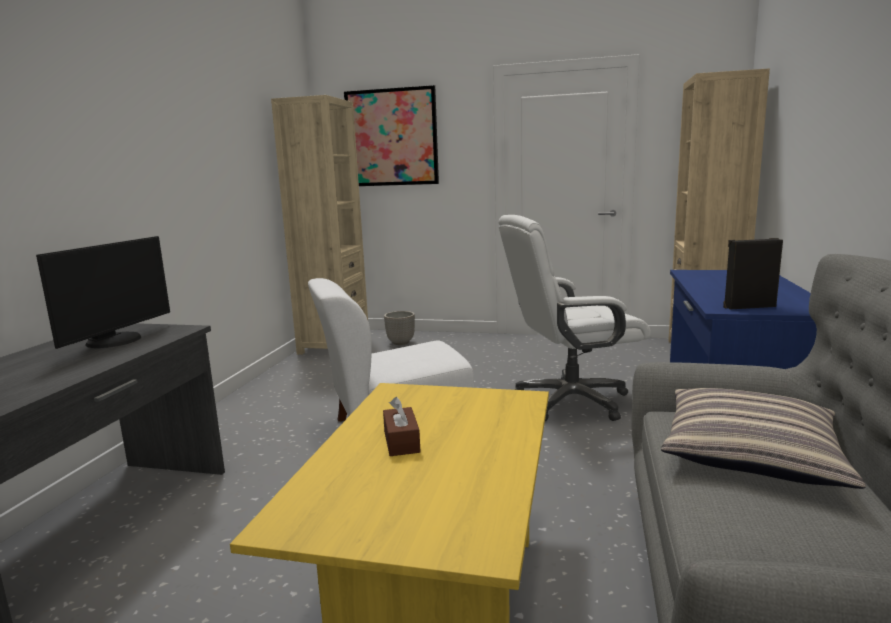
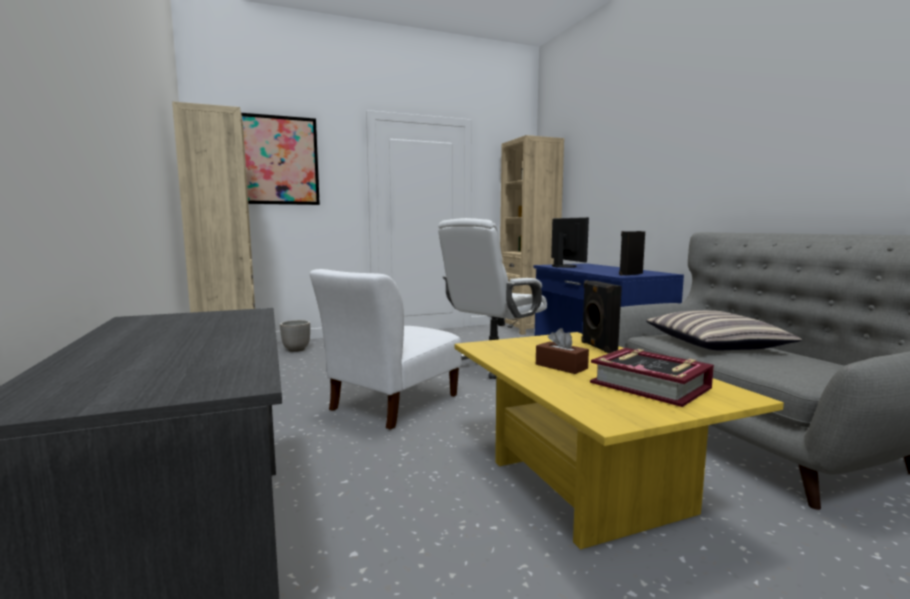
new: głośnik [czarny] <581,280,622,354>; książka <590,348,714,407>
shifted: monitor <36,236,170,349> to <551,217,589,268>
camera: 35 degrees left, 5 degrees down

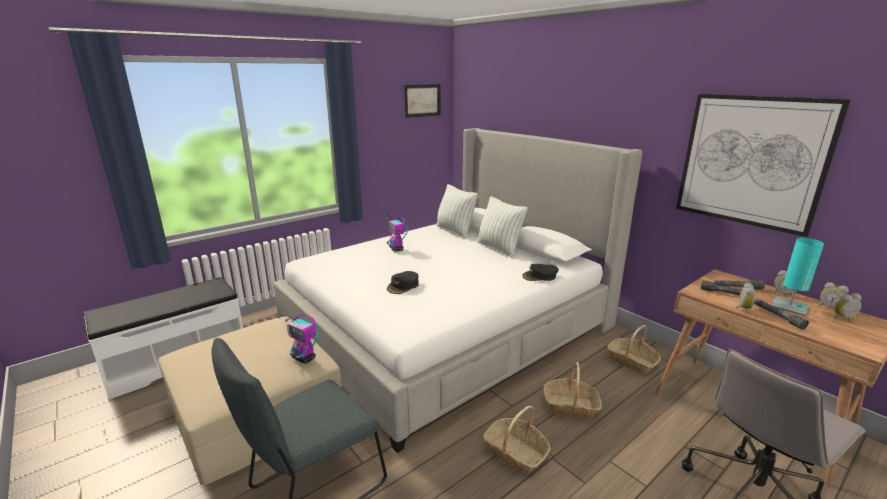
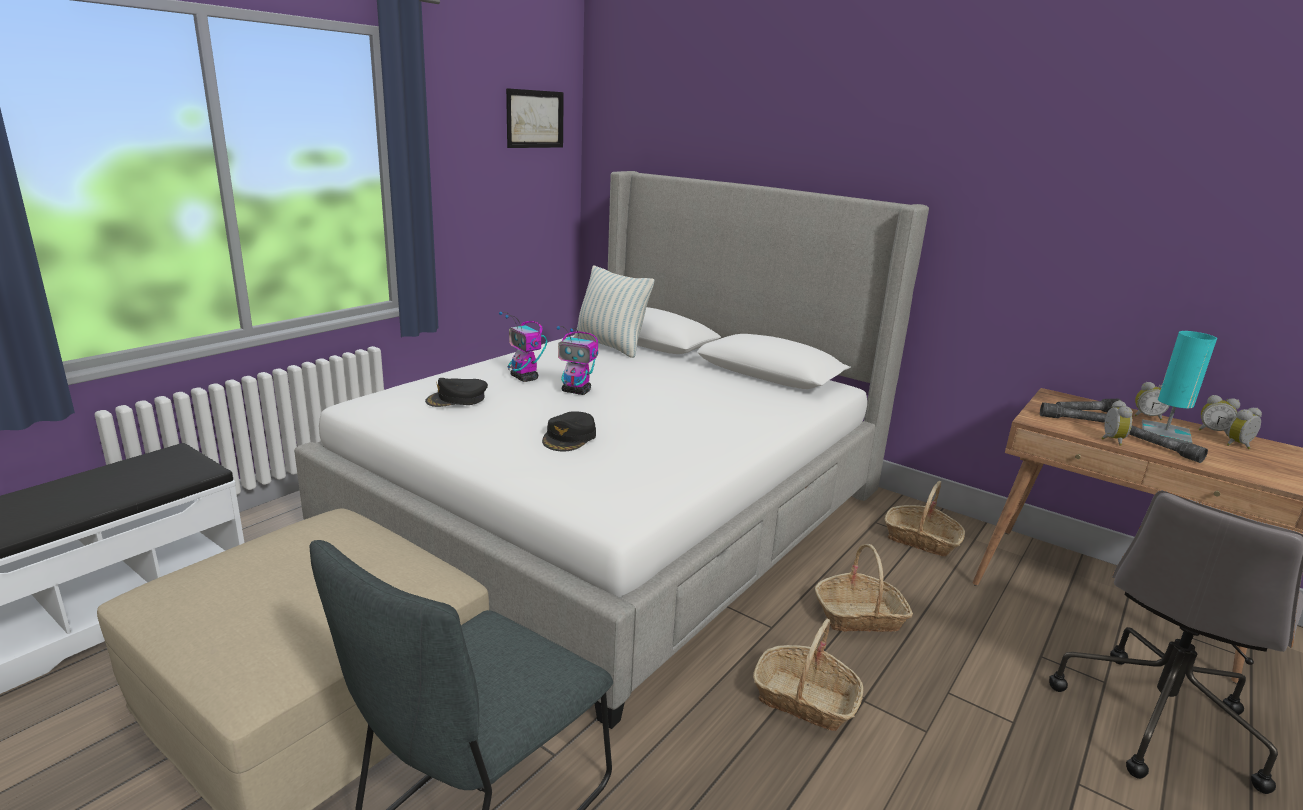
gone: poduszka <477,196,528,258>; obraz <676,94,851,237>
shifted: robot zabawkowy <278,315,319,364> to <557,326,598,395>; czapka z daszkiem [czarny] <522,264,559,281> to <425,378,488,407>
camera: 15 degrees left, 0 degrees up

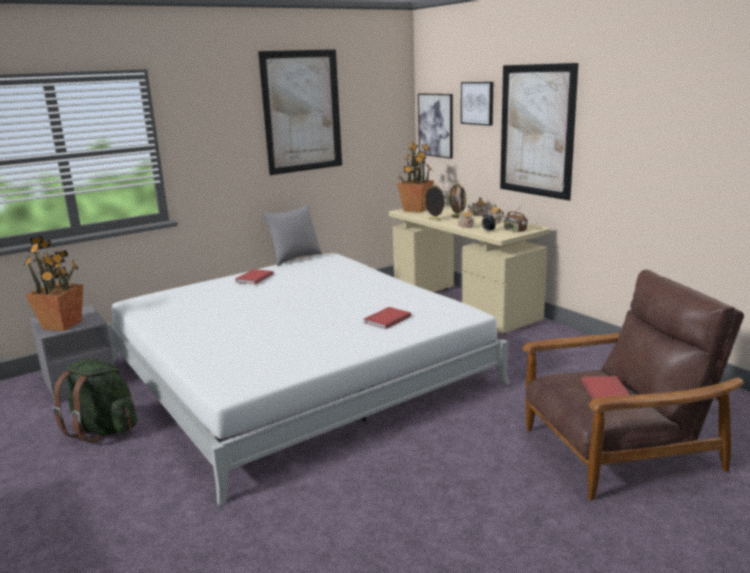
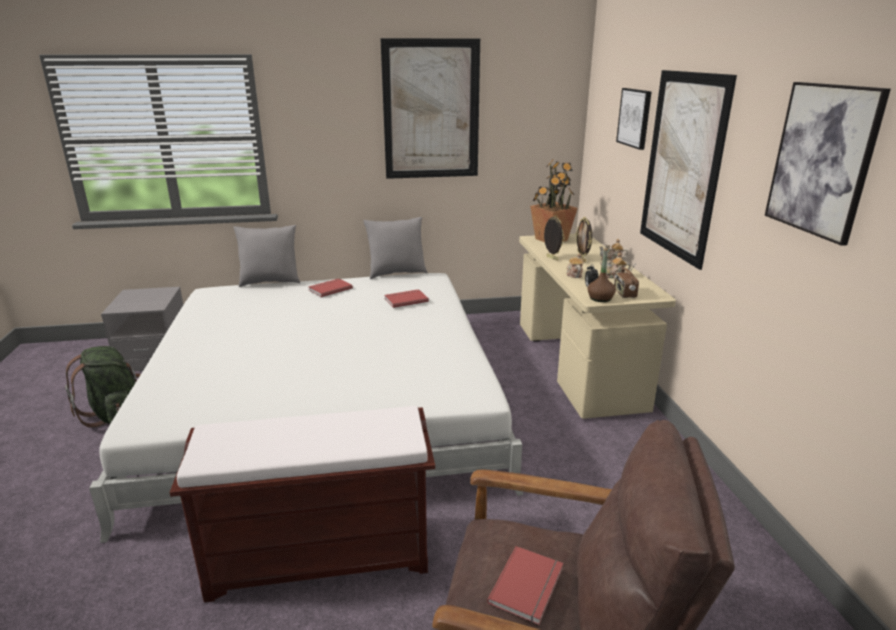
gone: roślina doniczkowa <24,236,83,331>
new: ławka [brązowy] <169,406,435,603>; poduszka [szary] <233,225,300,287>; butelka [brązowy] <588,248,616,302>
shifted: książka [czerwony] <364,307,411,329> to <384,289,429,308>; obraz <418,94,453,159> to <765,82,891,246>
camera: 25 degrees right, 5 degrees up

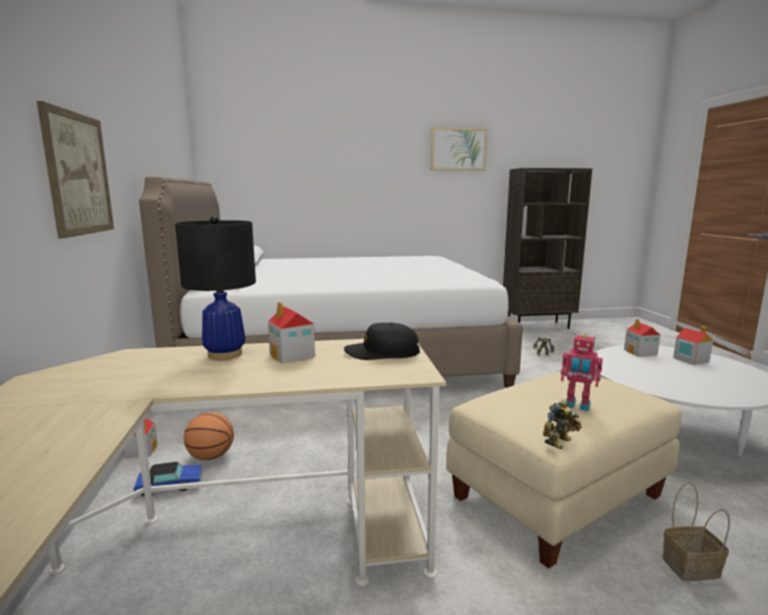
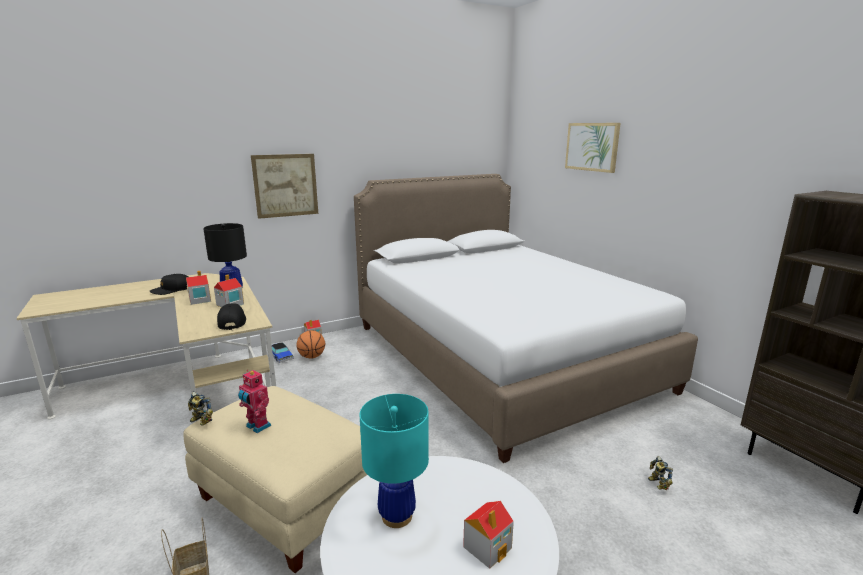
new: czapka z daszkiem [czarny] <150,274,188,295>; lampa stołowa [turkusowy] <359,394,429,528>
shifted: obraz <431,127,487,170> to <565,123,621,173>; domek <624,319,660,357> to <186,271,211,305>
rotated: robot zabawkowy <561,334,603,411> = <238,370,272,433> 60 degrees counterclockwise
camera: 70 degrees right, 5 degrees up

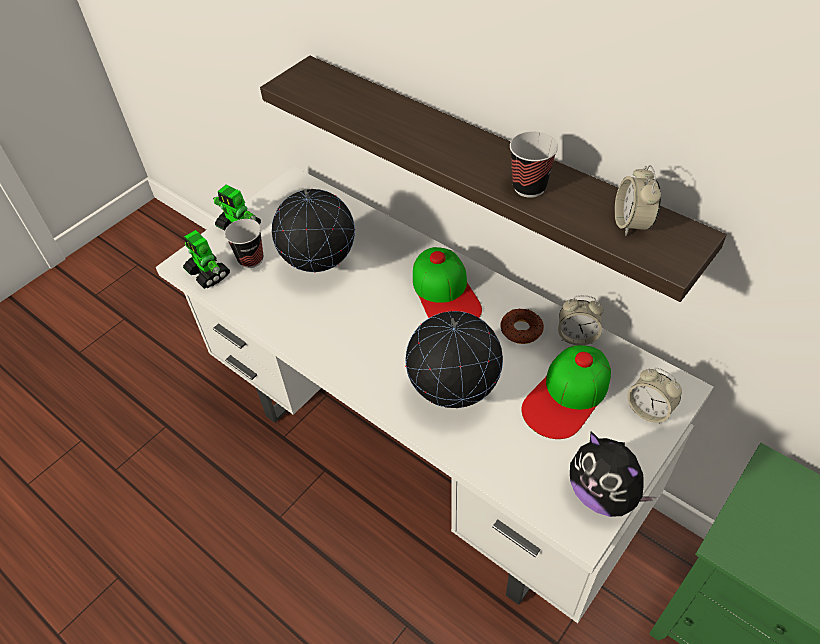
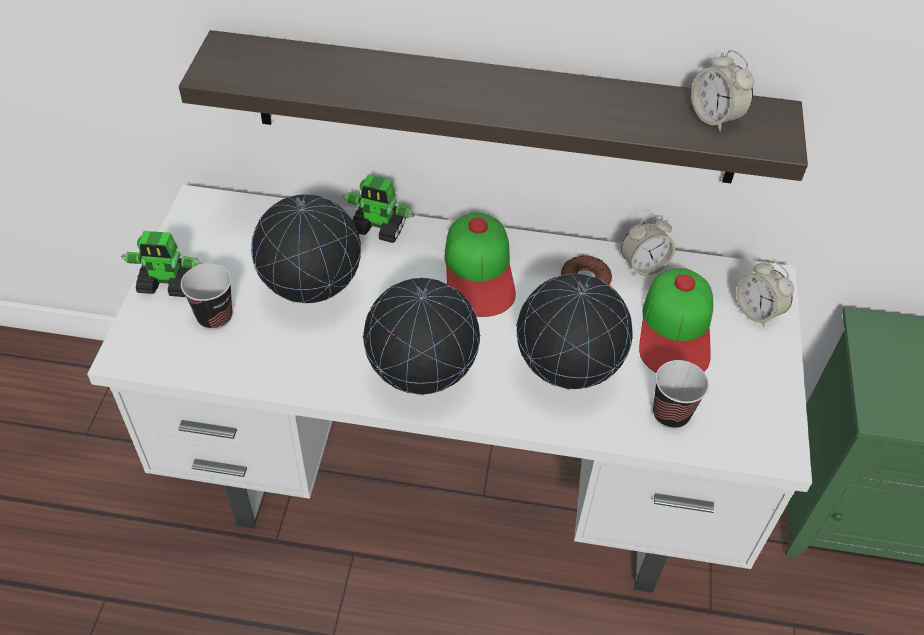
gone: pluszak <570,431,656,517>
new: globus <363,277,481,395>
shifted: robot zabawkowy <183,230,230,289> to <342,175,415,243>; filiżanka <510,131,558,198> to <653,360,709,429>
rotated: czapka z daszkiem <413,247,482,318> = <445,213,516,317> 45 degrees clockwise; budzik <627,368,682,425> = <736,260,794,327> 45 degrees clockwise
camera: 35 degrees left, 0 degrees up

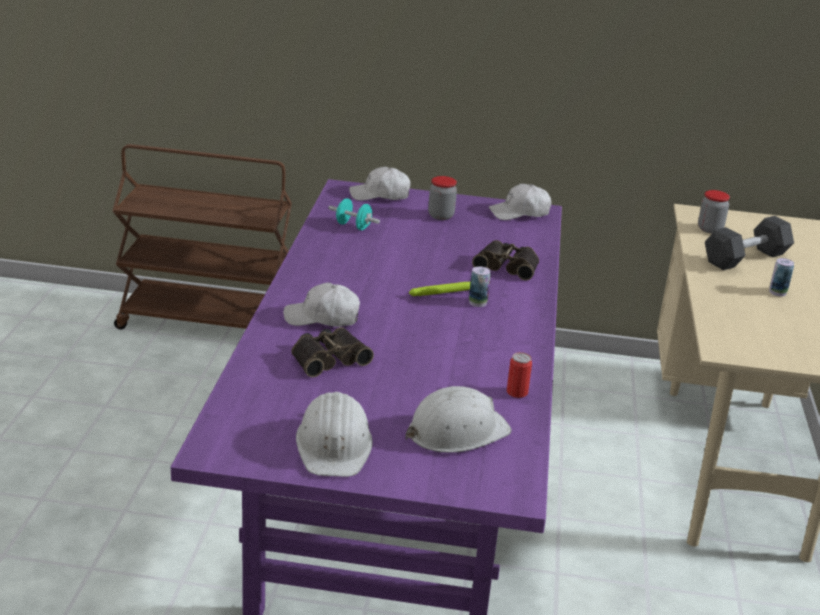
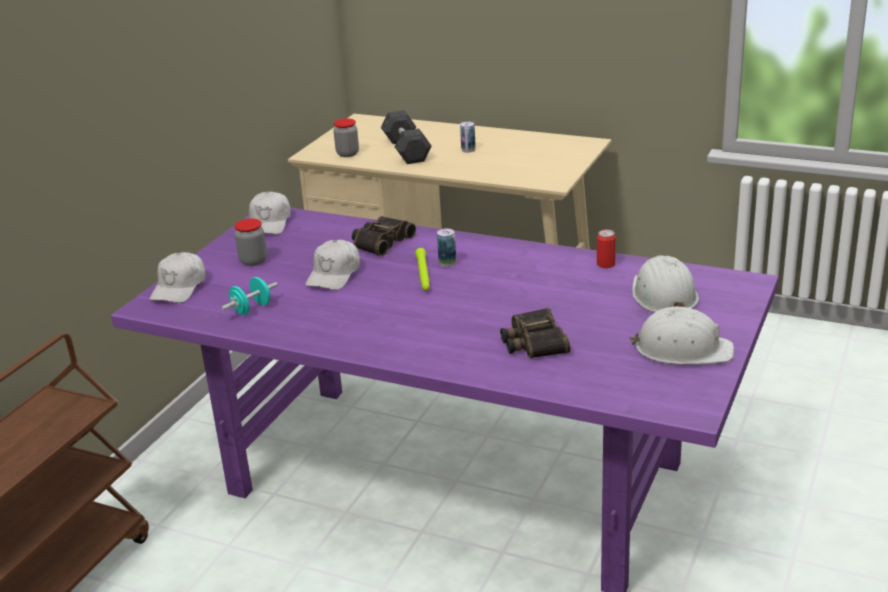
shifted: czapka z daszkiem [biały] <283,282,360,327> to <305,240,360,290>
camera: 70 degrees left, 0 degrees up

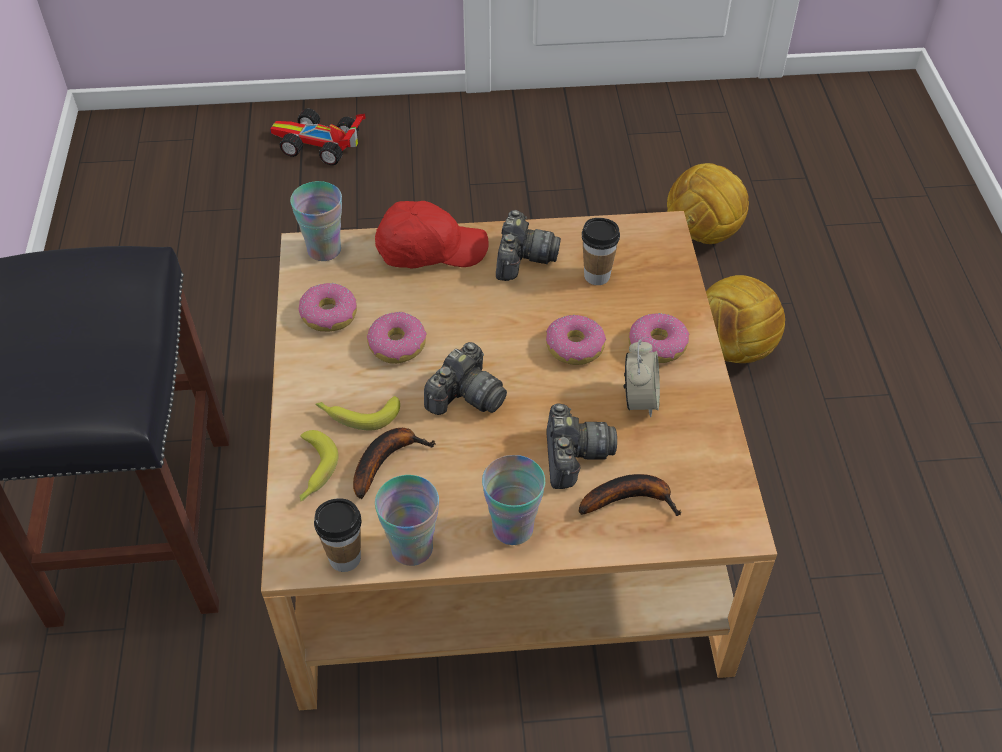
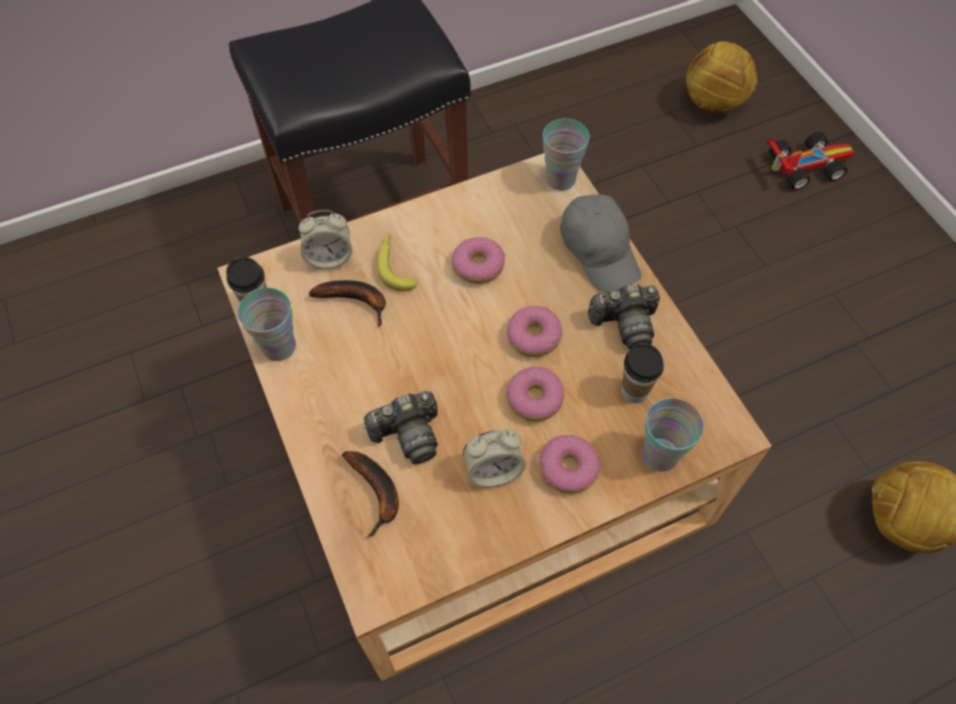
gone: aparat fotograficzny <424,342,507,415>
shifted: donut <299,283,357,332> to <507,306,563,357>; filiżanka <482,455,545,545> to <642,398,704,472>; piłka futbolowa <706,275,785,363> to <686,41,758,114>
swapped: banan <299,430,339,501> to budzik <299,210,352,270>
repainted: czapka z daszkiem [czerwony] <375,201,489,268> to czapka z daszkiem [szary] <560,194,641,292>
rotated: samochodzik <270,108,366,165> = <766,131,855,190> 75 degrees clockwise
camera: 70 degrees right, 10 degrees up

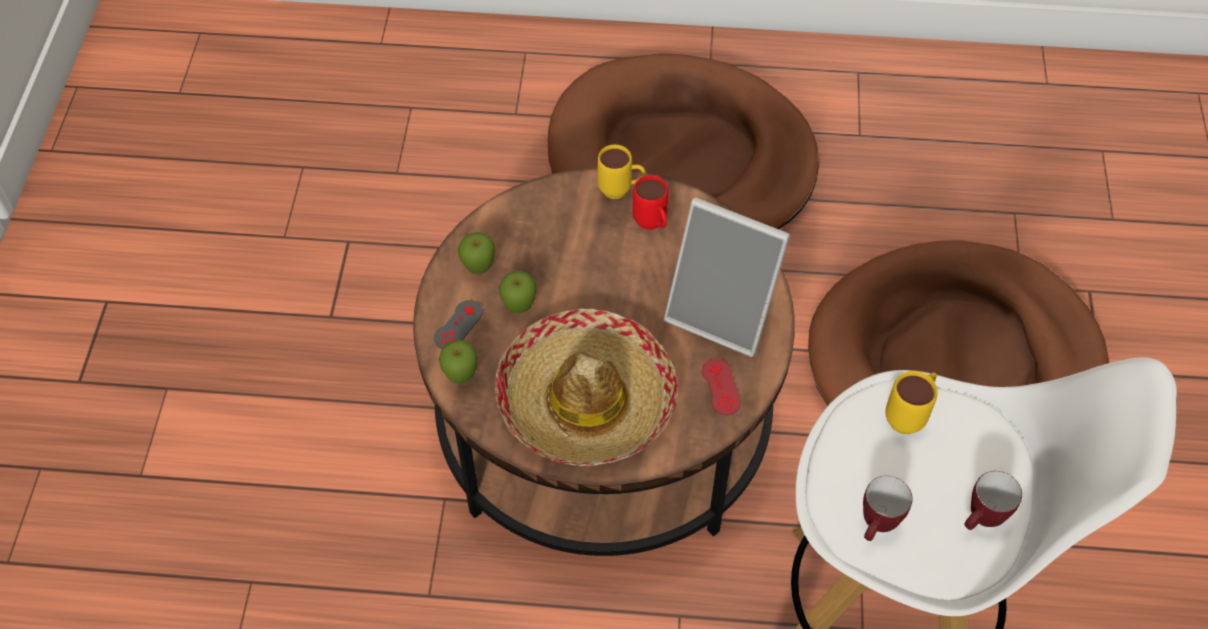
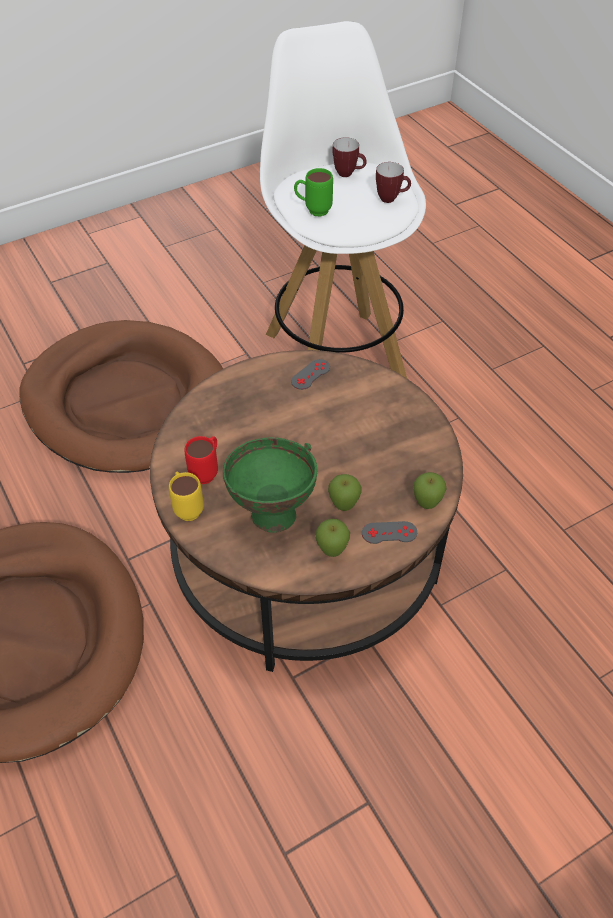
gone: kapelusz <495,309,678,466>; ramka na zdjęcie <664,197,790,357>
new: miska [zielony] <223,437,317,533>
repainted: pad do gier [czerwony] <702,359,741,415> to pad do gier [szary] <291,359,330,390>; kubek [żółty] <885,371,937,434> to kubek [zielony] <294,168,333,217>
camera: 125 degrees left, 5 degrees down

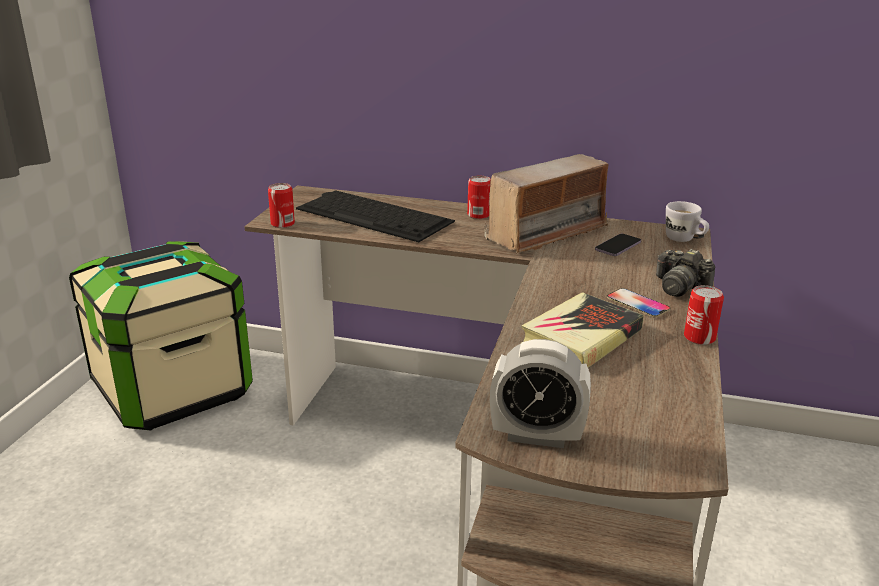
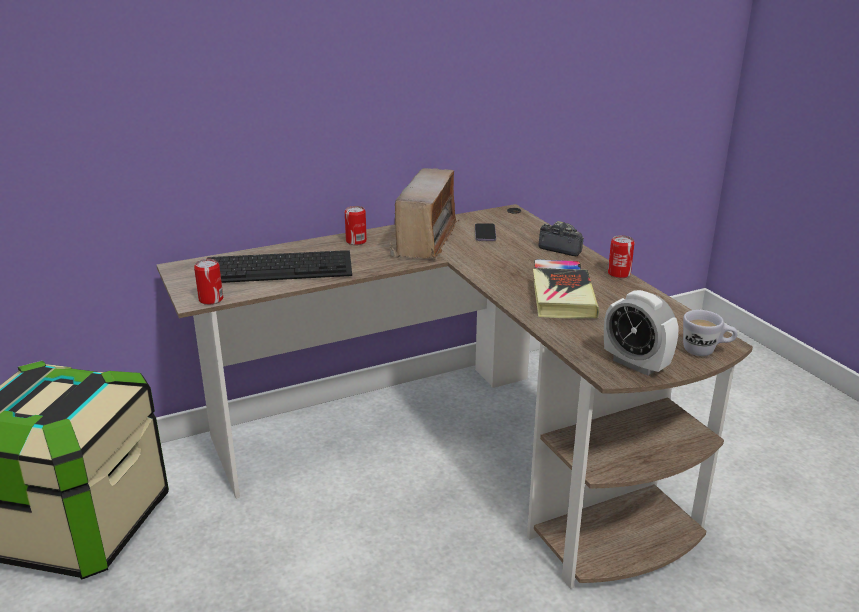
shifted: kubek [biały] <666,201,709,242> to <683,310,738,356>
rotated: budzik <490,339,591,448> = <604,290,678,376> 75 degrees clockwise; aparat fotograficzny <656,249,716,297> = <538,221,584,256> 150 degrees counterclockwise
camera: 40 degrees left, 0 degrees up

